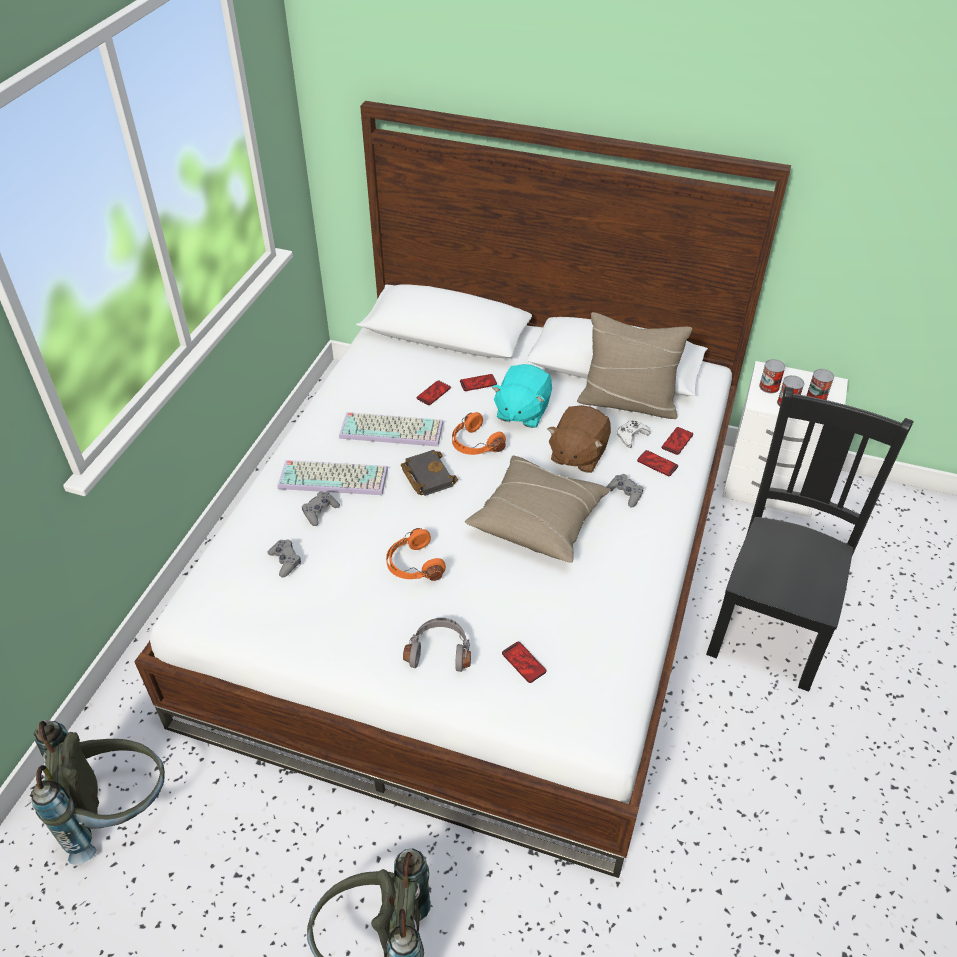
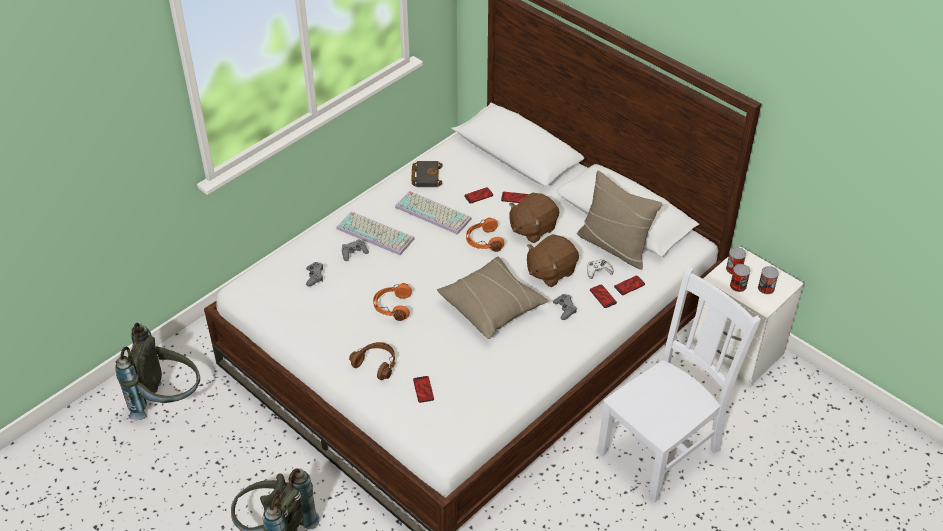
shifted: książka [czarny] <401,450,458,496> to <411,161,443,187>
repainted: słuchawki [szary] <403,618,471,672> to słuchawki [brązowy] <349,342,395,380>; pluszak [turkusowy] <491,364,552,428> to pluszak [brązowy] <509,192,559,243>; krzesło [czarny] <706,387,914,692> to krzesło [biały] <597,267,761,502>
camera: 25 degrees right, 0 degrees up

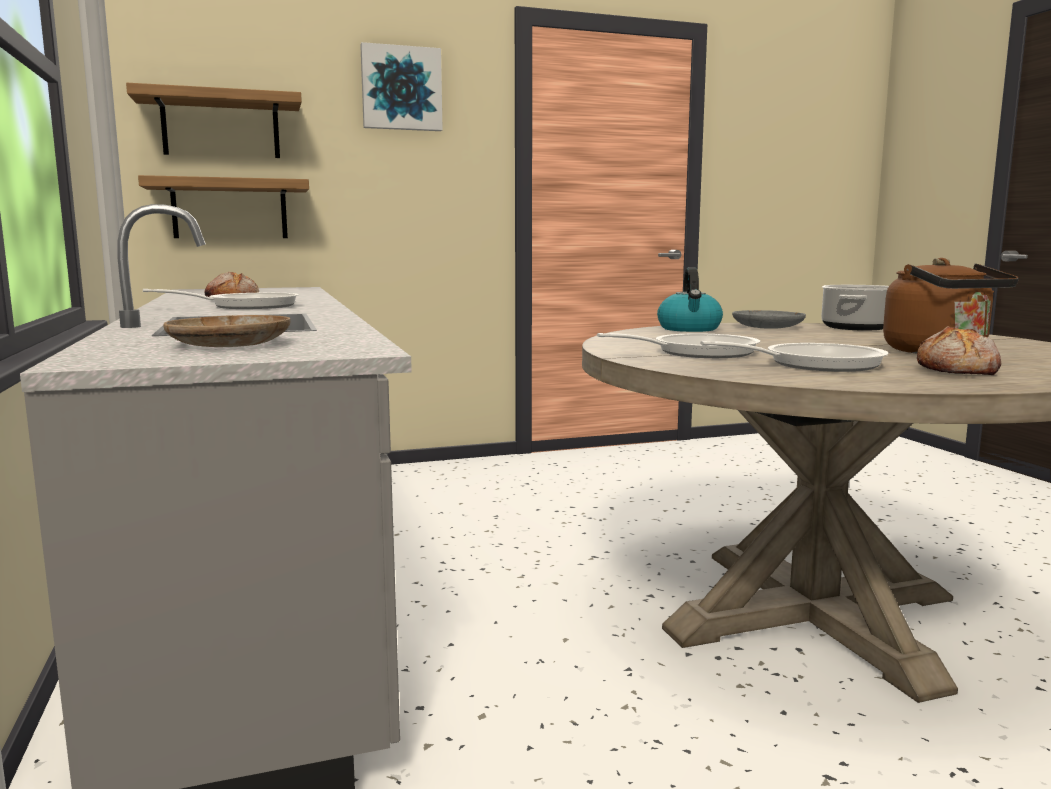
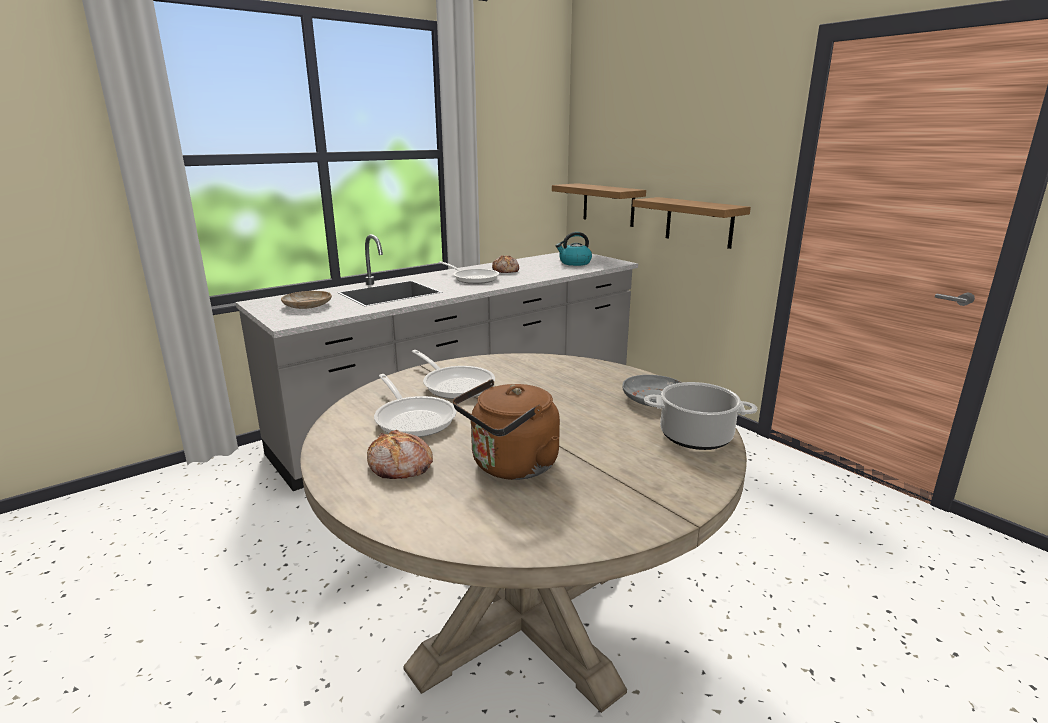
gone: obraz <360,42,443,131>
shifted: półka <126,83,302,158> to <632,197,751,249>; czajnik <657,267,723,332> to <556,232,592,266>
camera: 70 degrees right, 10 degrees up

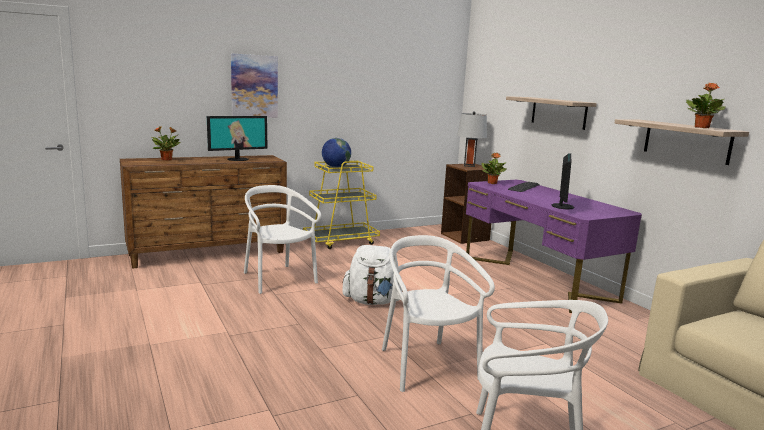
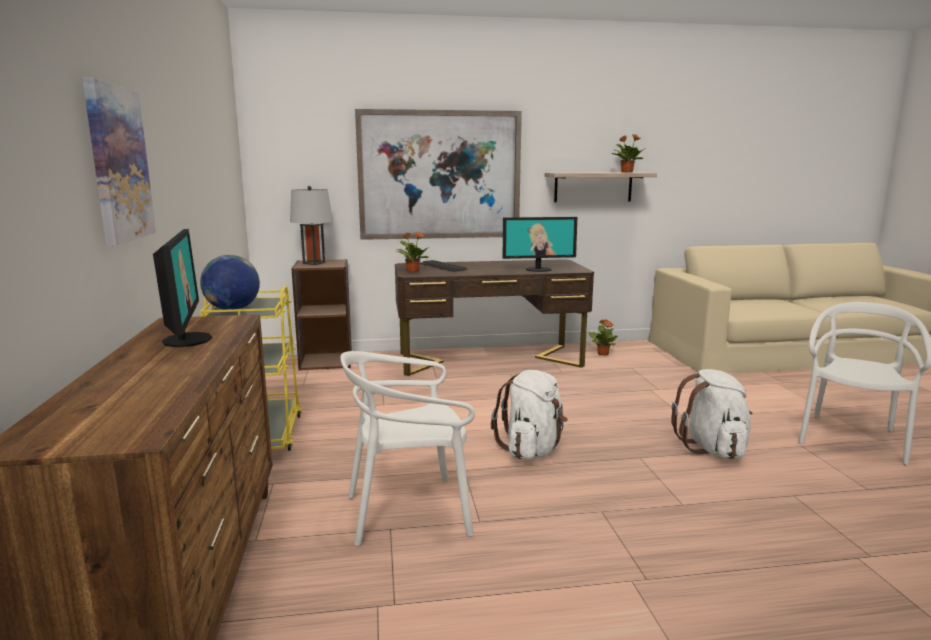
shifted: roślina doniczkowa <151,126,180,161> to <588,320,618,356>
swapped: krzesło [biały] <382,235,495,392> to plecak [biały] <671,369,752,459>; półka <506,96,597,130> to obraz <355,109,522,240>
repainted: biurko [fioletowy] <466,180,642,313> to biurko [brązowy] <395,259,594,376>
rotated: monitor <552,153,574,210> = <503,217,577,272> 135 degrees clockwise
camera: 70 degrees left, 0 degrees up

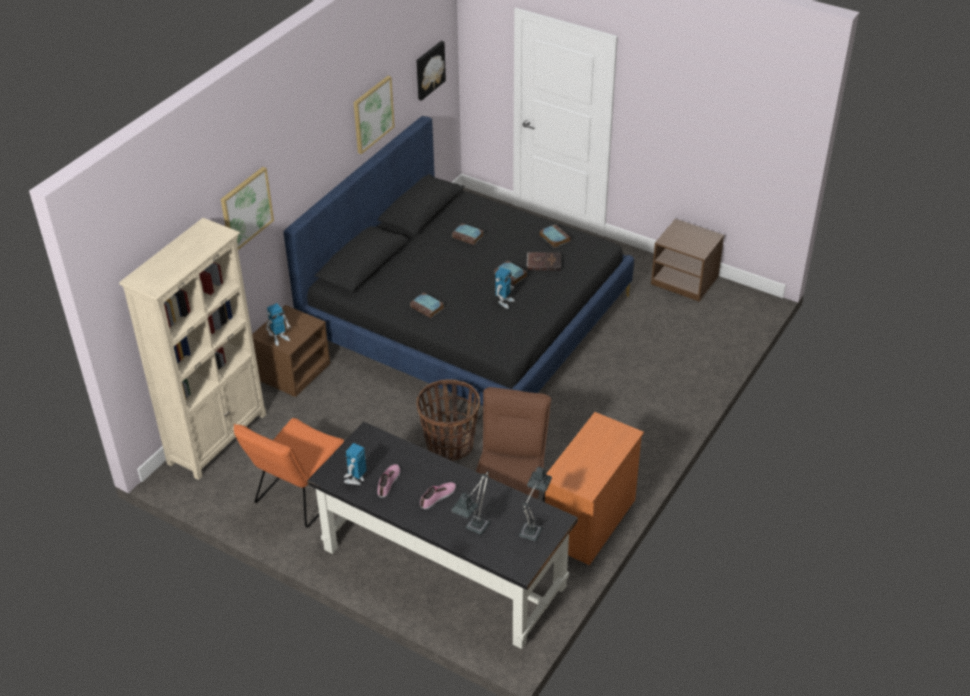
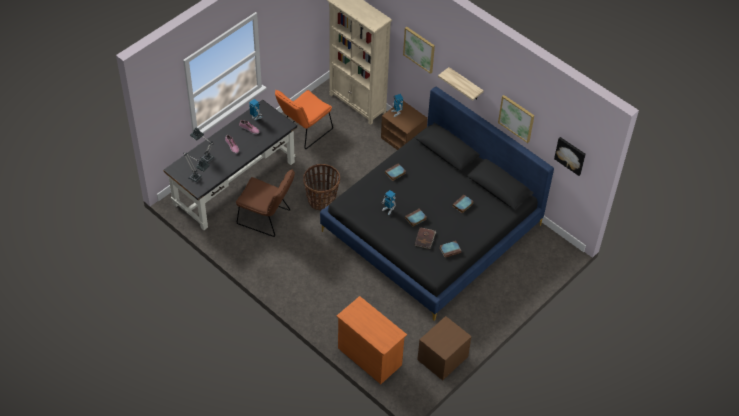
new: półka <438,67,484,101>
shifted: komoda [pomarańczowy] <545,412,644,565> to <336,296,407,384>
rotated: krzesło [pomarańczowy] <234,418,344,527> = <275,90,333,149> 90 degrees counterclockwise
camera: 100 degrees right, 10 degrees up

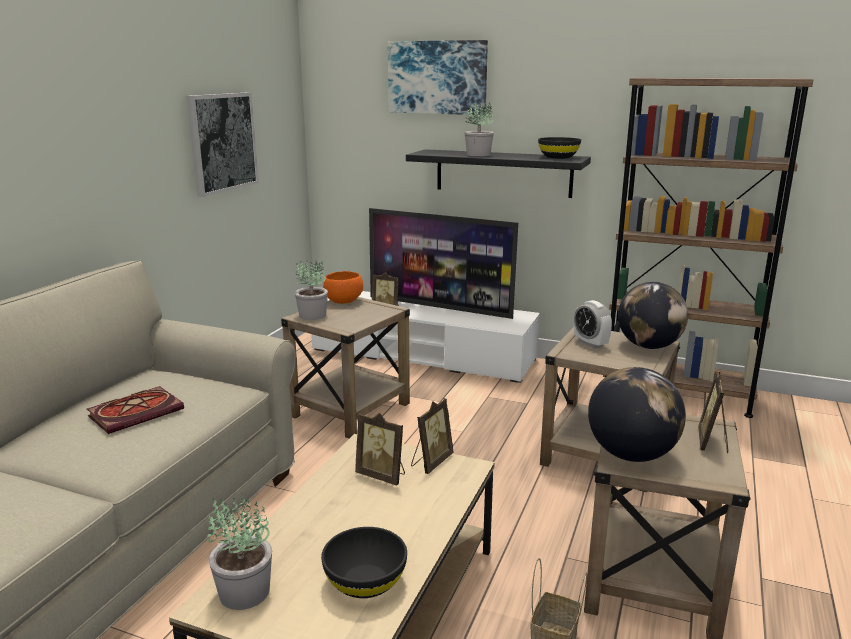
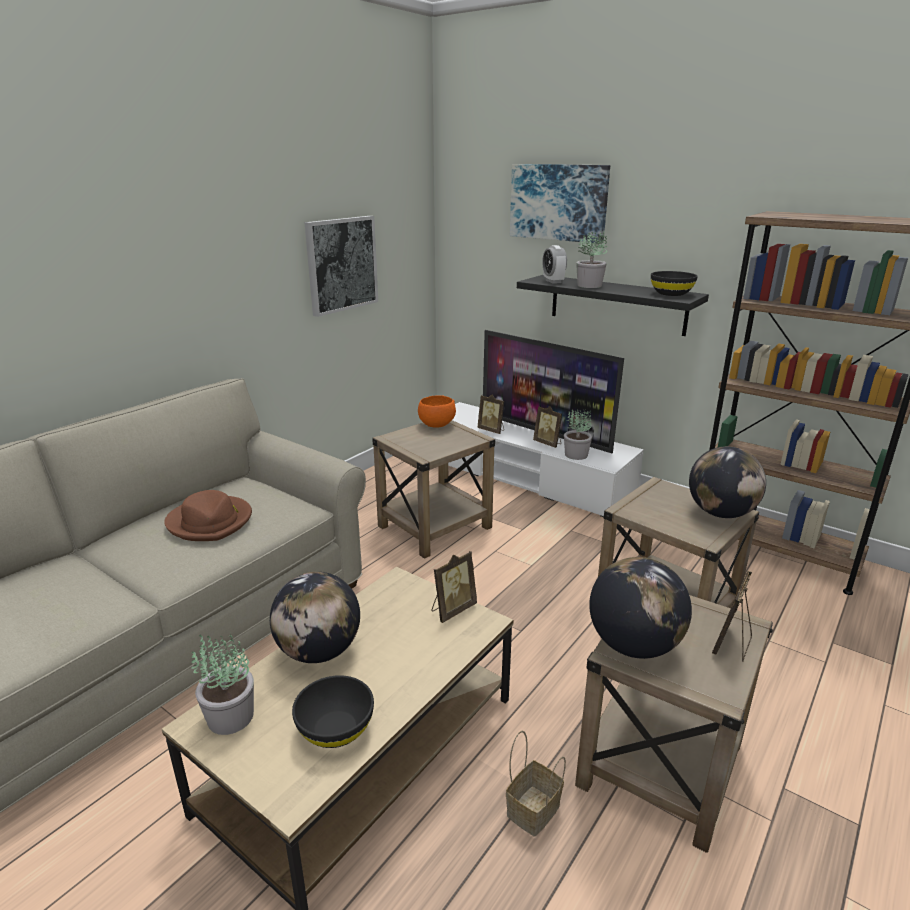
new: globus <270,572,360,663>
shifted: roślina doniczkowa <295,260,328,320> to <564,409,592,460>; ramka na zdjęcie <355,413,405,485> to <533,406,562,448>; budzik <574,300,612,348> to <542,245,567,284>
swapped: książka <87,386,184,434> to kapelusz [brązowy] <164,490,252,541>
camera: 15 degrees right, 5 degrees up

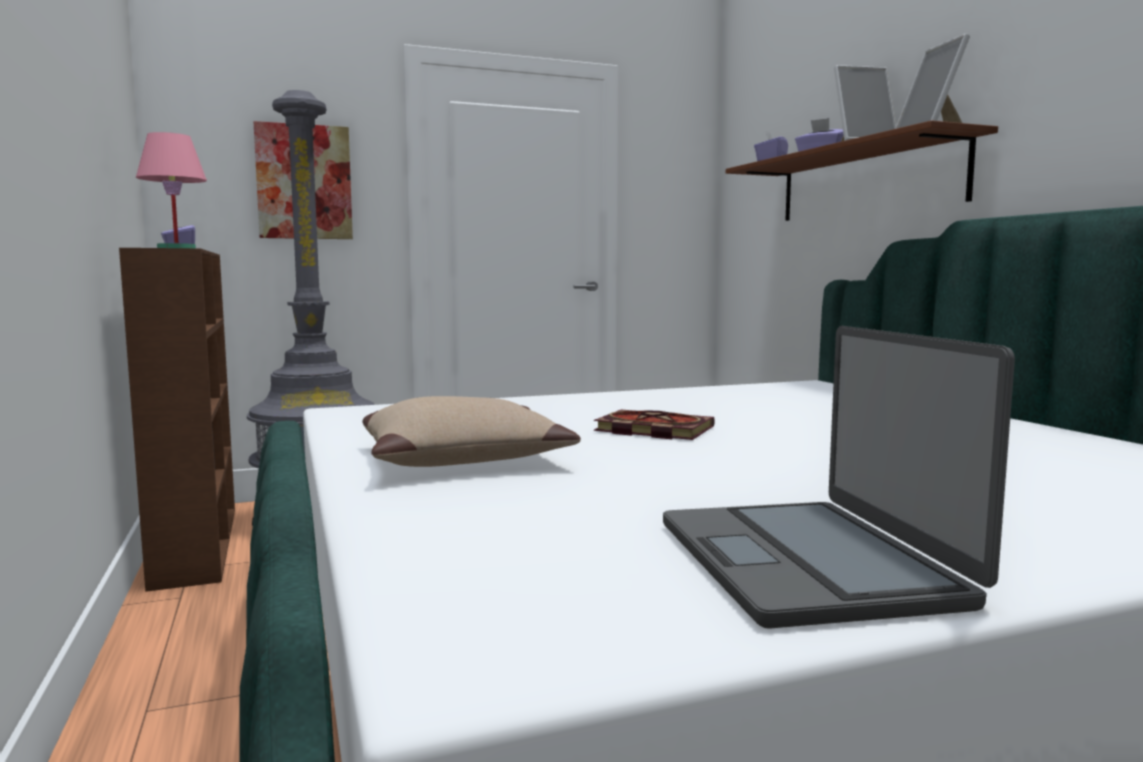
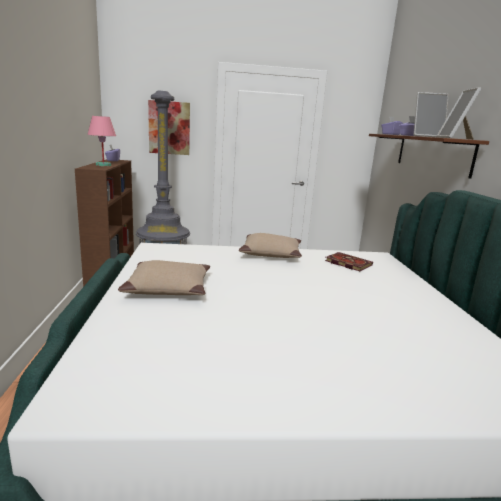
gone: laptop <663,326,1015,629>
new: poduszka [beżowy] <239,233,302,258>
shifted: książka <594,409,715,440> to <325,252,373,271>
camera: 15 degrees right, 10 degrees up

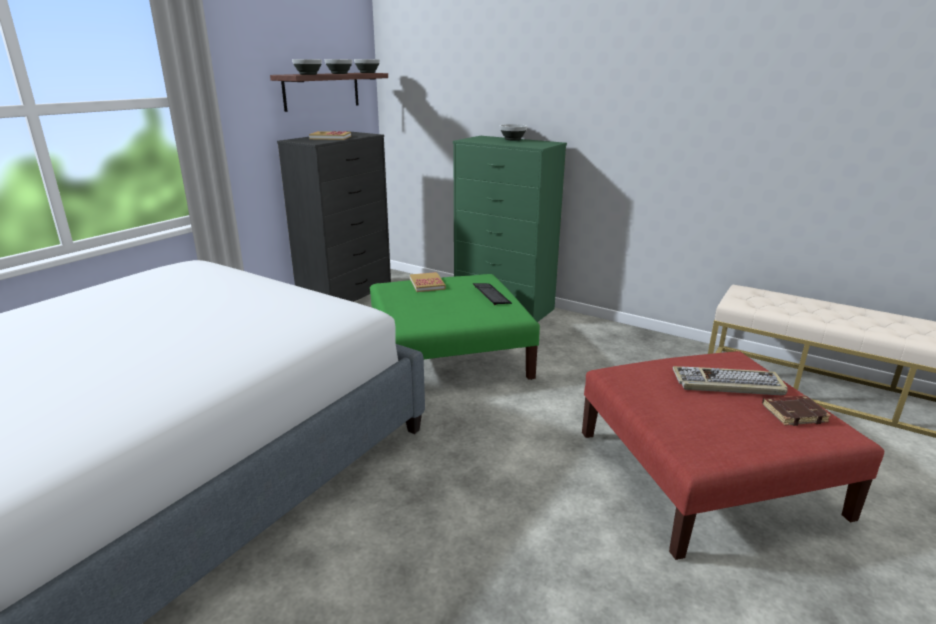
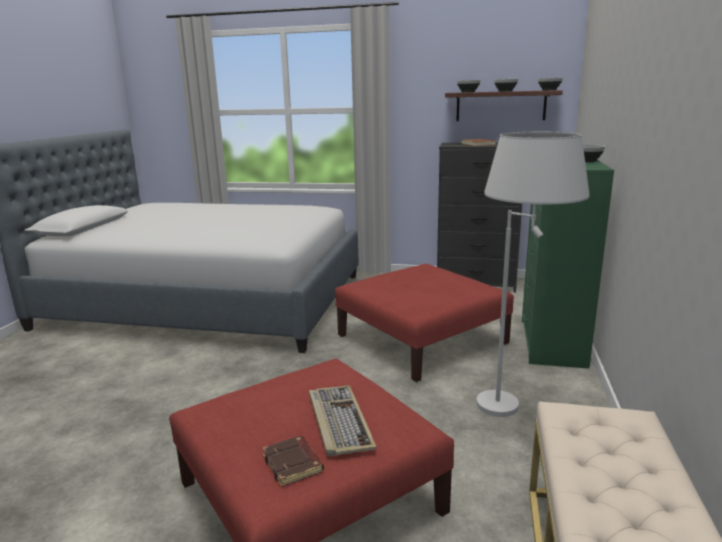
gone: książka <410,272,446,292>; klawiatura <473,283,512,305>
new: lampa stojąca [biały] <476,132,590,417>
repainted: pufa [zielony] <370,274,540,380> to pufa [czerwony] <335,264,514,382>
camera: 70 degrees right, 5 degrees down

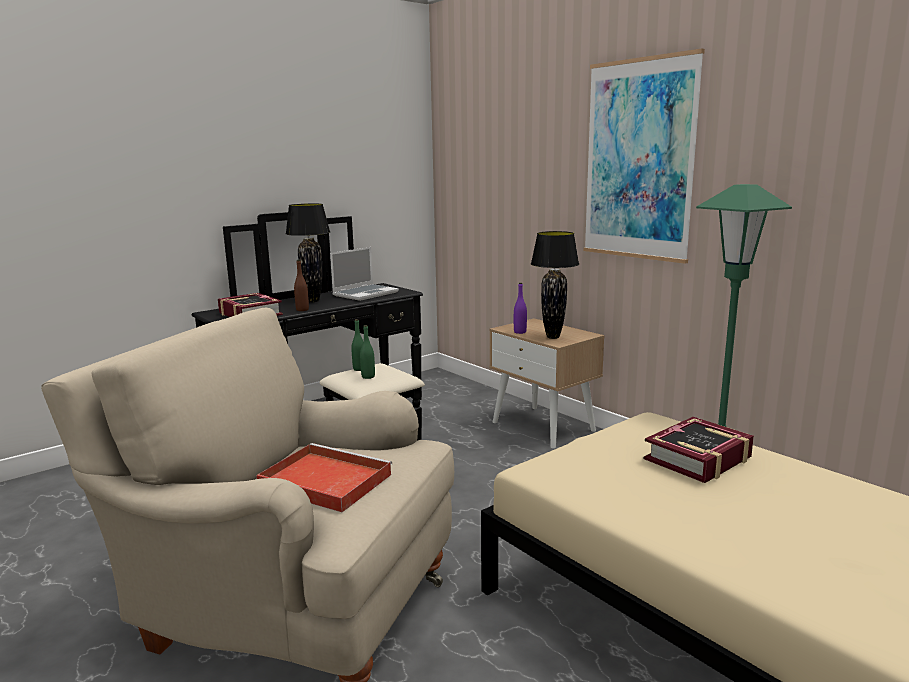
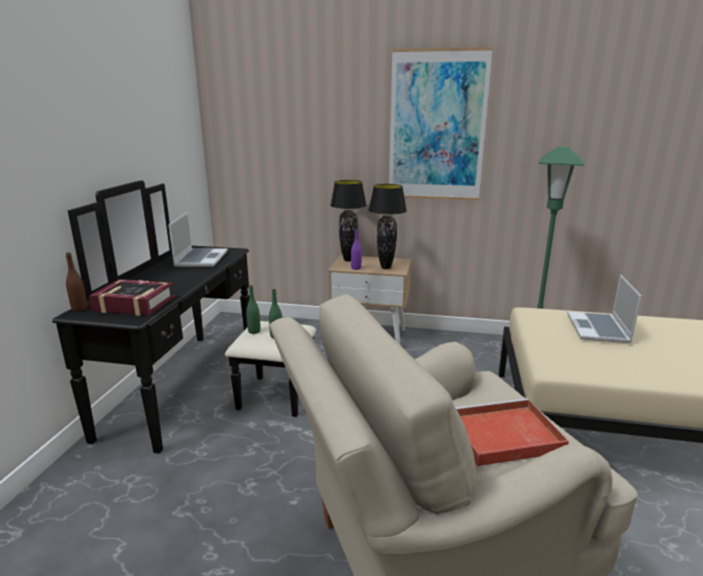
shifted: lampa stołowa [czarny] <286,203,330,302> to <330,180,367,262>; butelka [brązowy] <294,260,309,311> to <66,252,88,311>
swapped: książka <644,417,754,483> to laptop <567,274,642,343>
camera: 40 degrees left, 5 degrees up

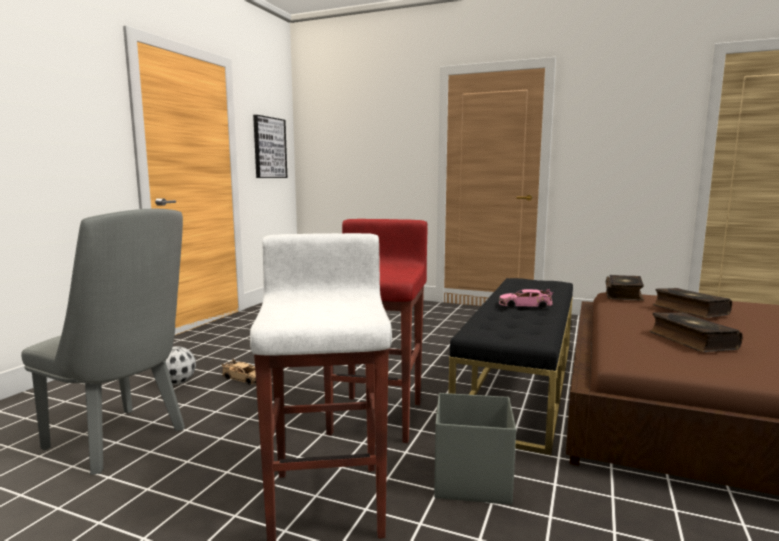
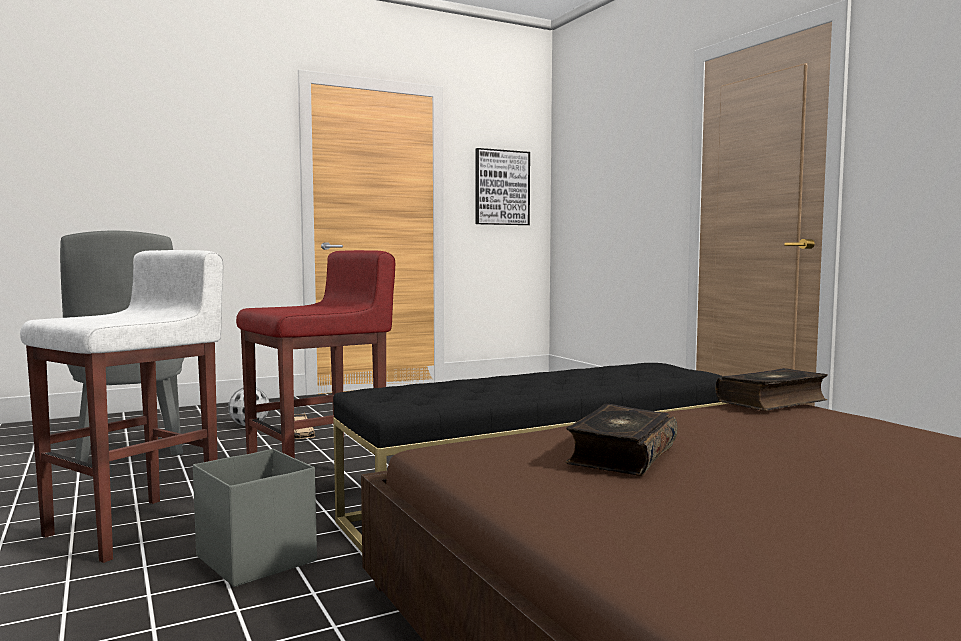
gone: samochodzik [różowy] <499,289,553,308>; książka <653,288,732,318>
camera: 40 degrees right, 5 degrees down

